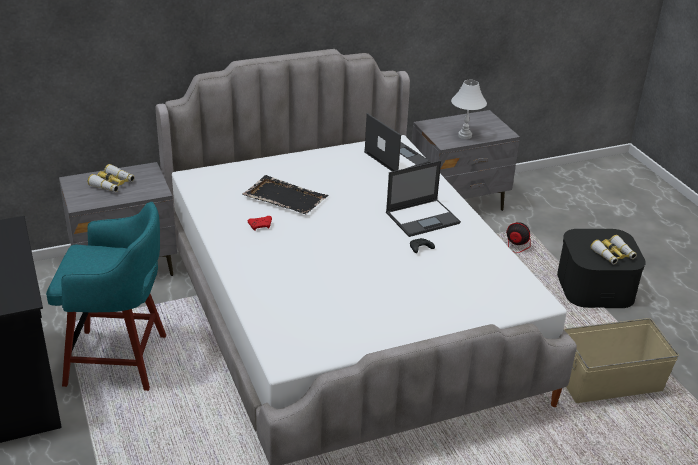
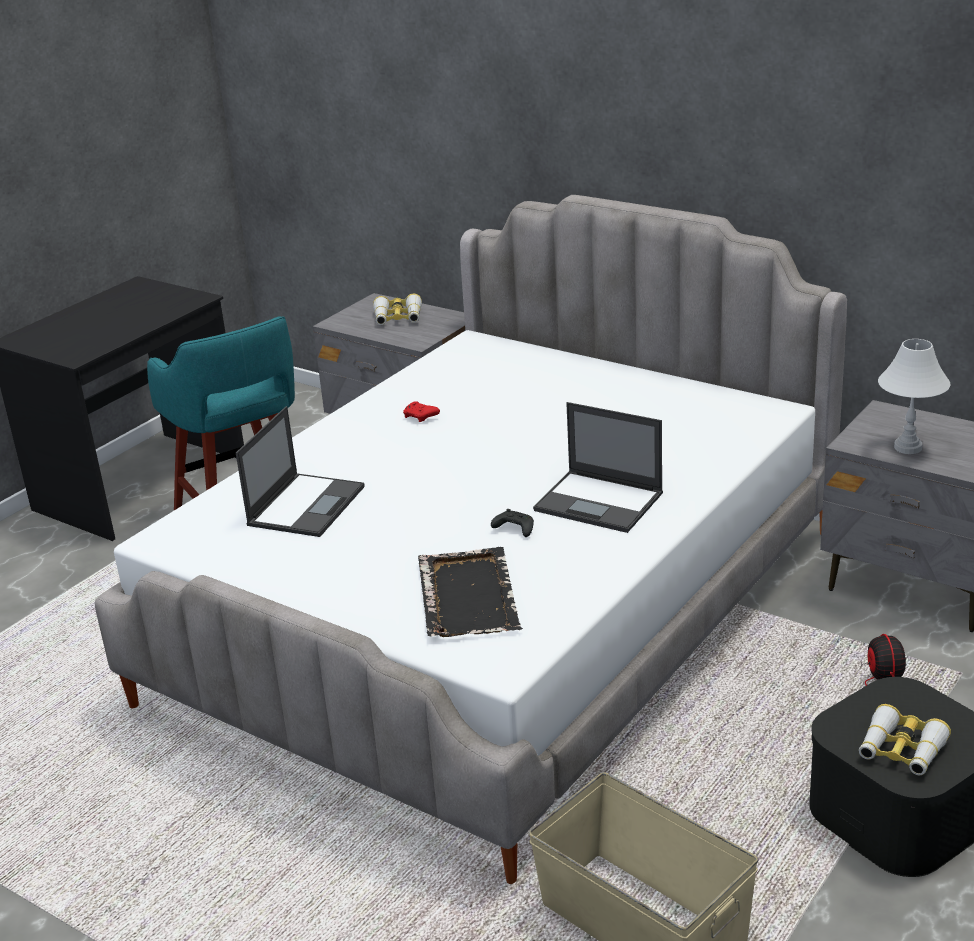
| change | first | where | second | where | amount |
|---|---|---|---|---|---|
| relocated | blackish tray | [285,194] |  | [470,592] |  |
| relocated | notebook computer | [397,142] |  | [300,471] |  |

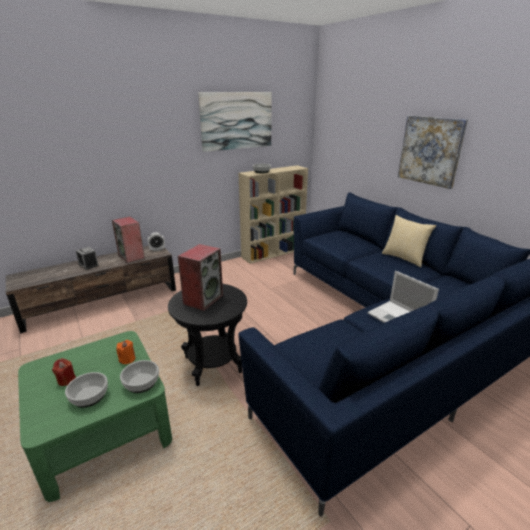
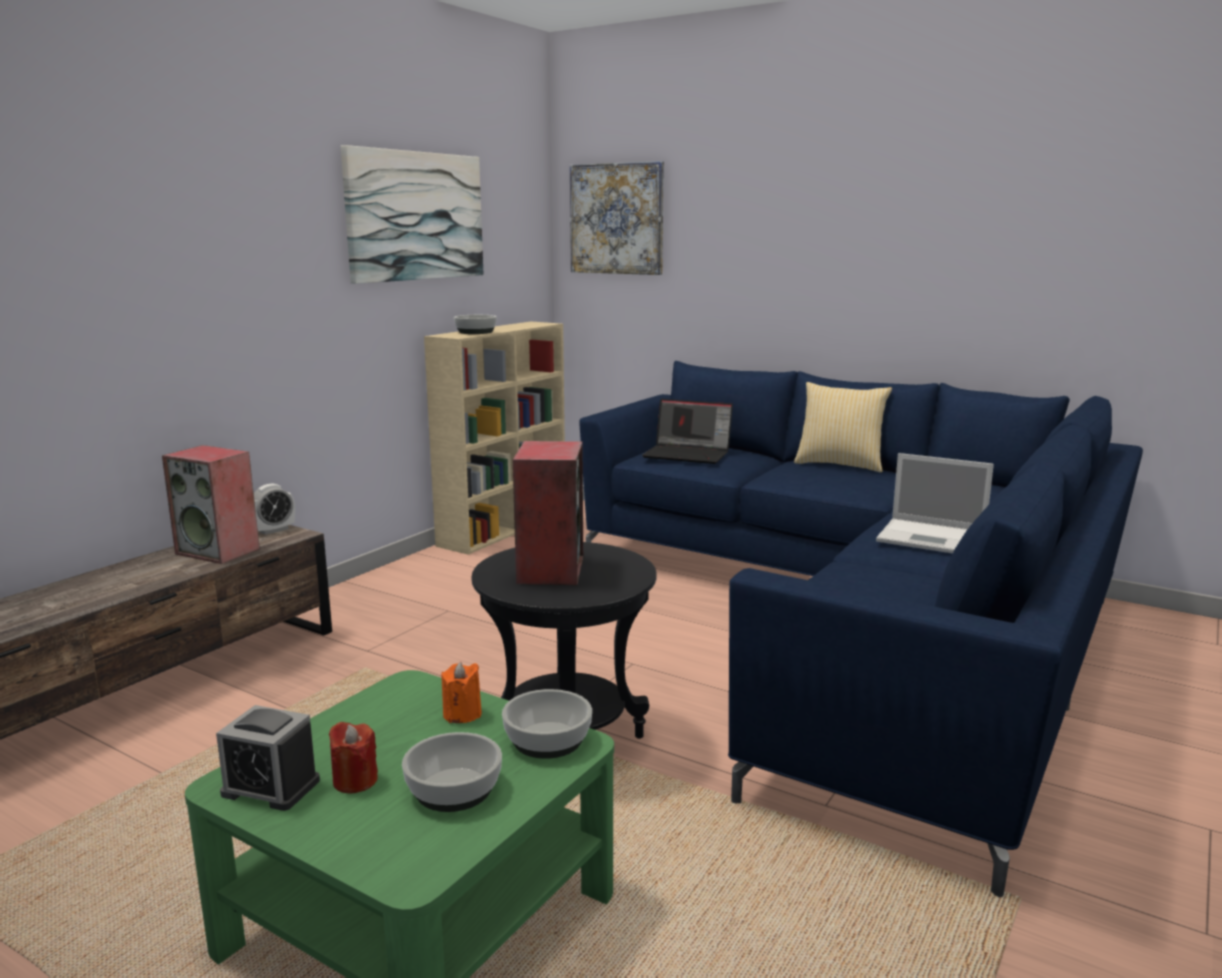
| change | first | where | second | where | amount |
|---|---|---|---|---|---|
| appeared |  |  | notebook computer | [687,431] |  |
| relocated | table clock | [87,258] |  | [268,758] |  |
| relocated | picture | [433,152] |  | [617,218] |  |

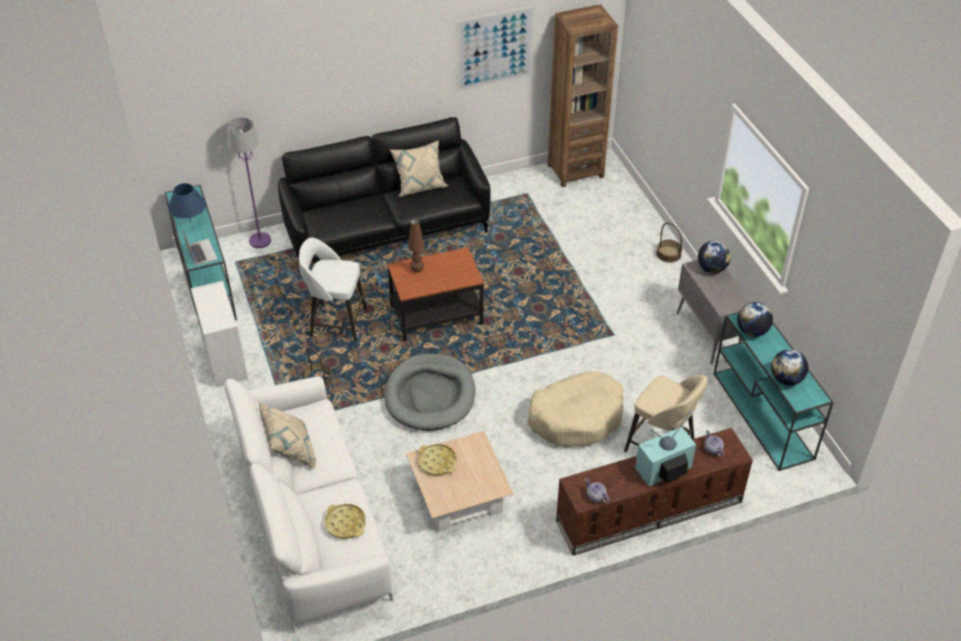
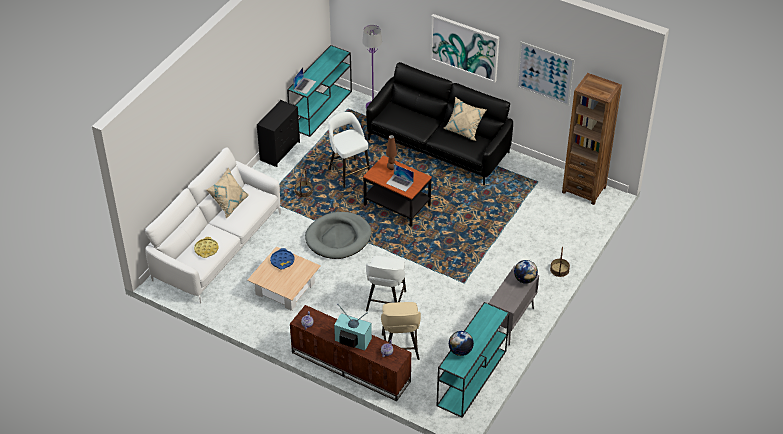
| change | first | where | second | where | amount |
|---|---|---|---|---|---|
| missing | bluish lamp for a table | [187,202] |  |  |  |
| missing | globe | [755,319] |  |  |  |
| appeared |  |  | notebook computer | [400,178] |  |
| appeared |  |  | picture | [464,48] |  |
| exchanged | sand-coloured dog bed | [575,409] | white-coloured stool | [386,283] |  |
| colour | white-coloured chest of drawers | [219,334] | blackish chest of drawers | [278,133] |  |
| colour | yellow-coloured tray | [437,459] | bluish tray | [282,258] |  |

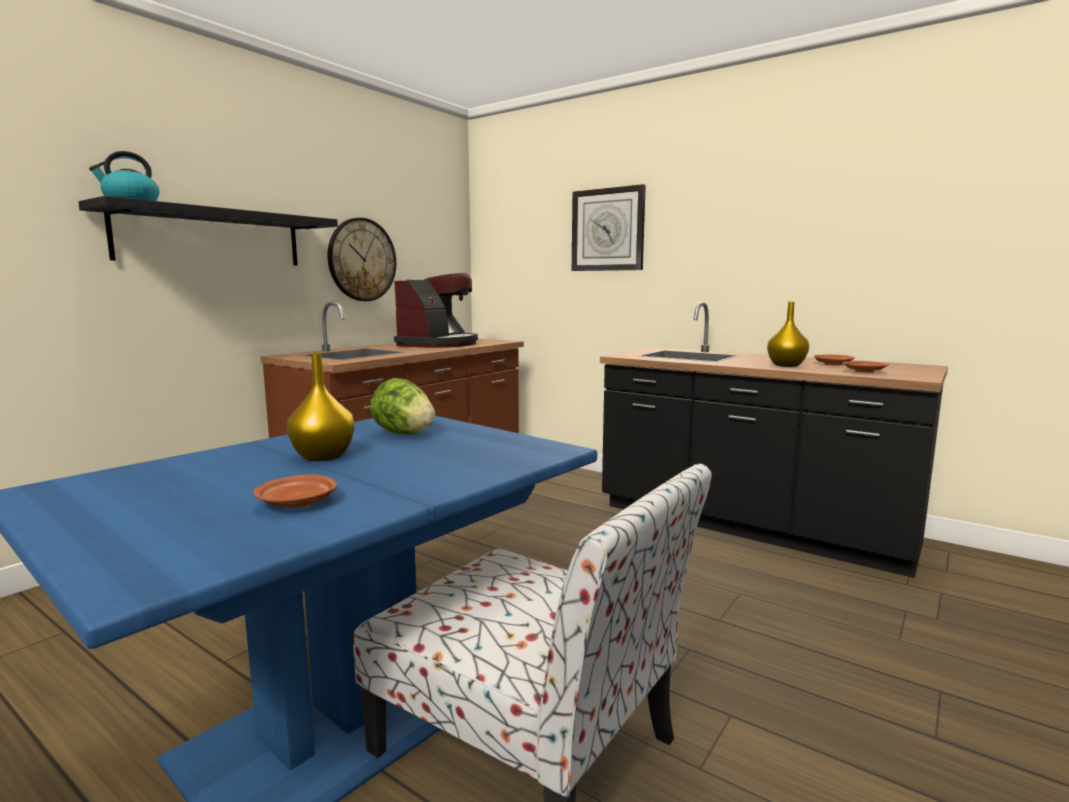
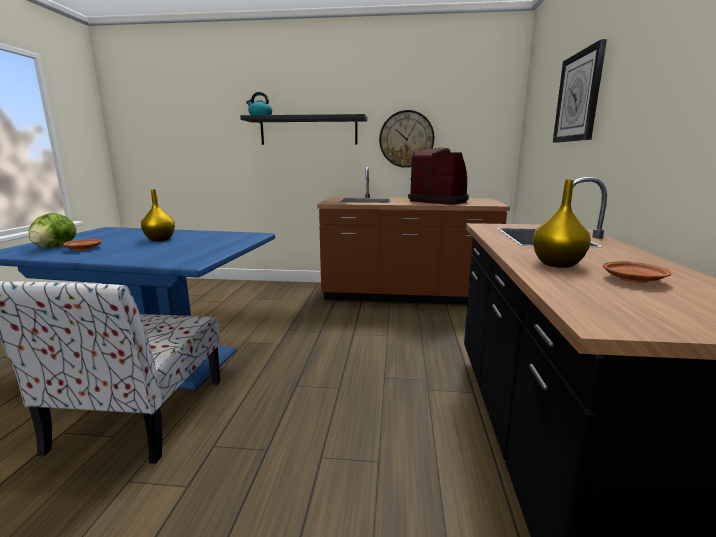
| change | first | where | second | where | amount |
|---|---|---|---|---|---|
| missing | brownish dinner plate | [866,367] |  |  |  |
| relocated | lettuce head | [402,406] |  | [52,230] |  |
| spun | coffee brewer | [436,310] |  | [438,176] | 135 degrees counterclockwise |

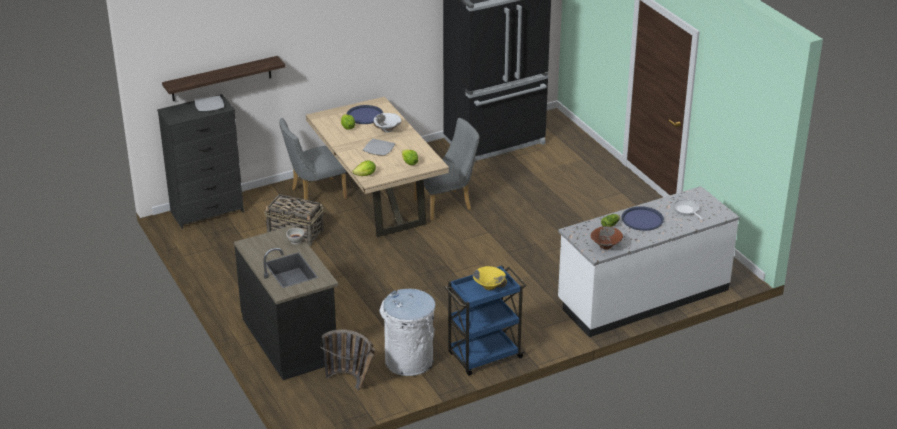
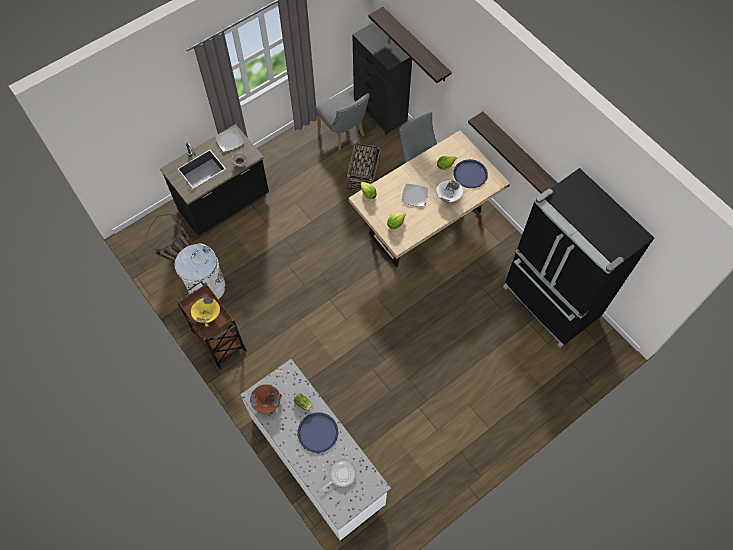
| change | first | where | second | where | amount |
|---|---|---|---|---|---|
| appeared |  |  | bracket shelf | [513,152] |  |
| relocated | dinner plate | [209,104] |  | [229,140] |  |
| relocated | grey upright chair | [447,169] |  | [342,120] |  |
| colour | bluish cart | [485,320] | brownish cart | [212,325] |  |

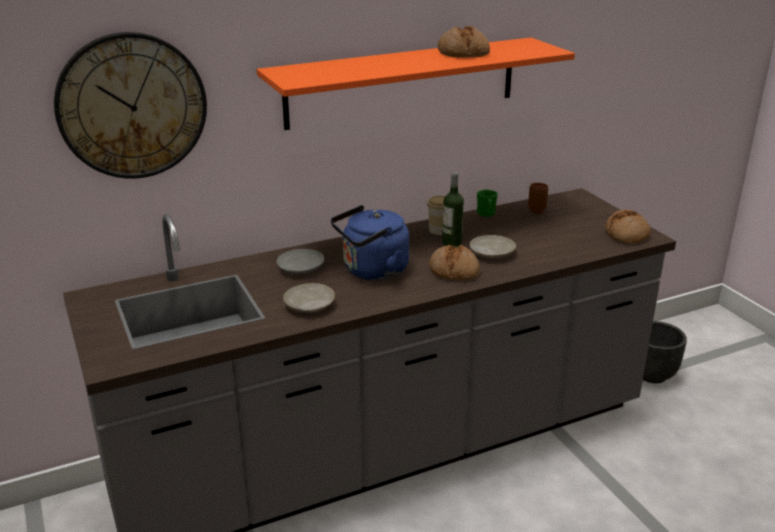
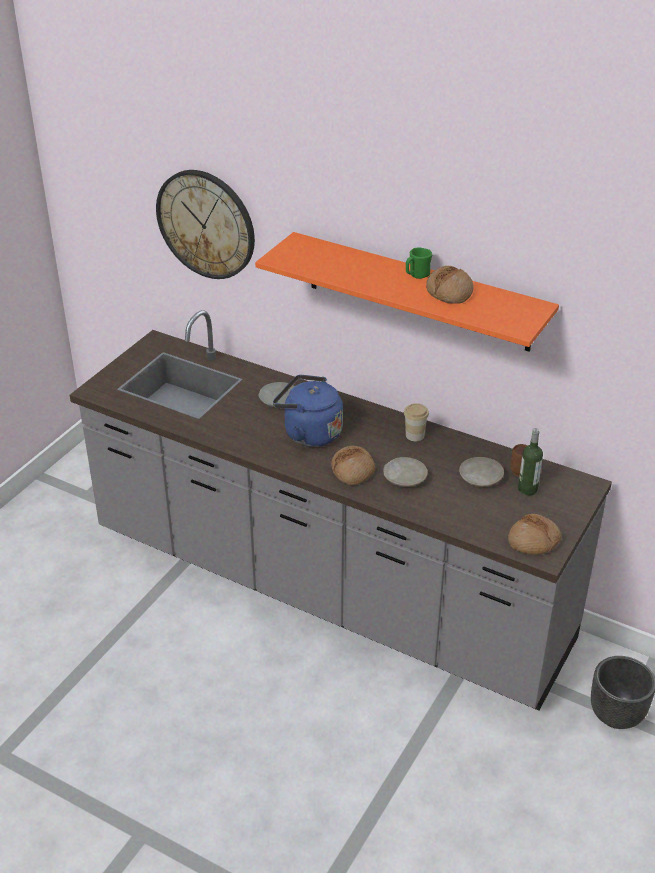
| change | first | where | second | where | amount |
|---|---|---|---|---|---|
| relocated | sand-coloured dinner plate | [309,298] |  | [481,472] |  |
| relocated | bottle | [453,209] |  | [530,462] |  |
| relocated | greenish coffee mug | [487,203] |  | [419,263] |  |

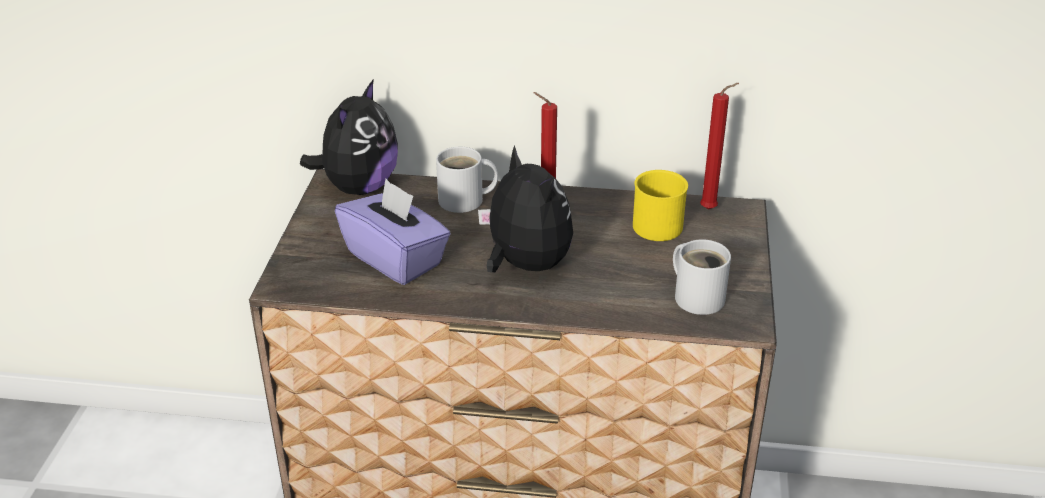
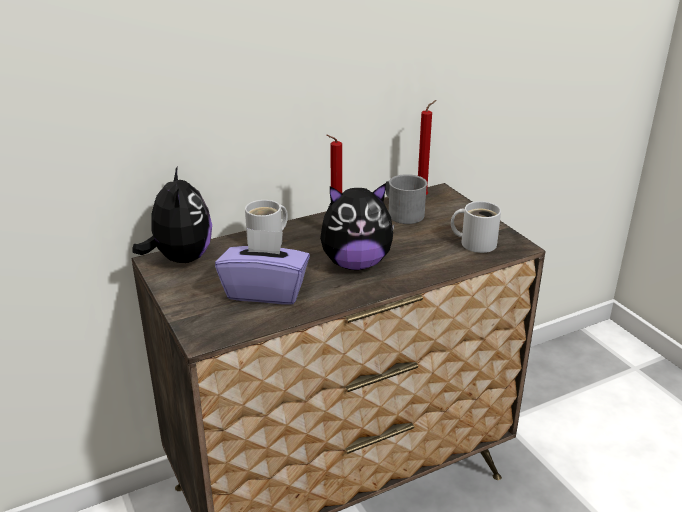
| change | first | where | second | where | amount |
|---|---|---|---|---|---|
| colour | yellow-coloured coffee mug | [660,205] | grey coffee mug | [406,199] |  |
| spun | plush toy | [525,209] |  | [357,226] | 150 degrees clockwise |

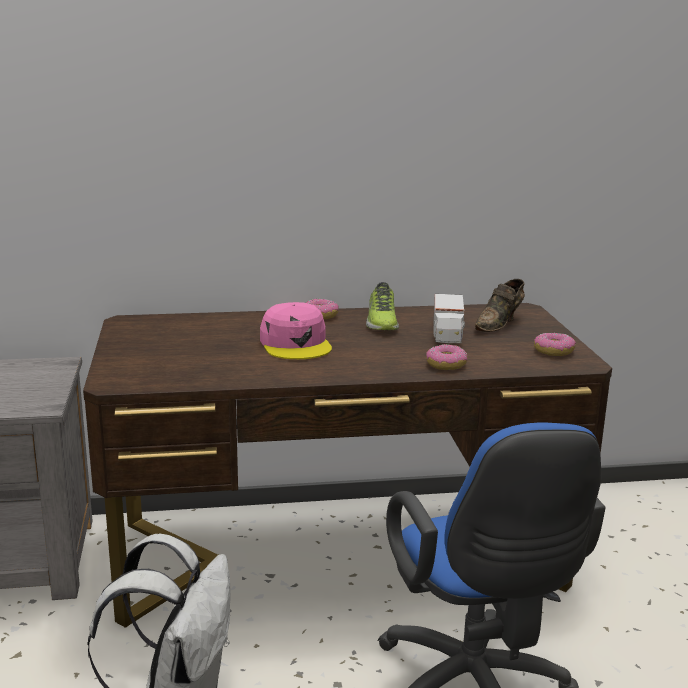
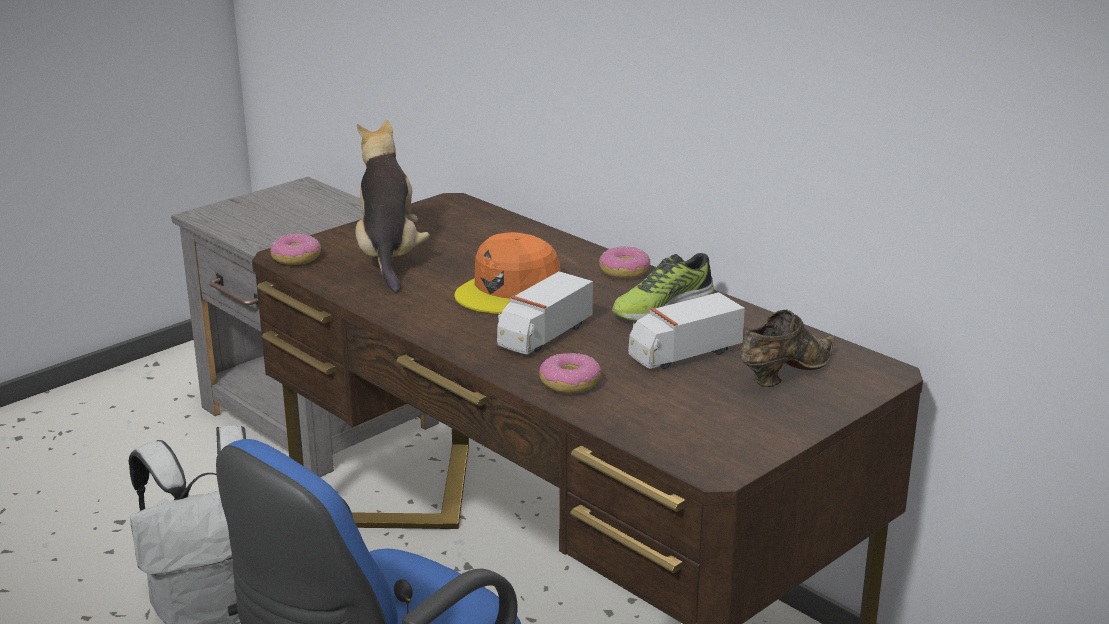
| change | first | where | second | where | amount |
|---|---|---|---|---|---|
| appeared |  |  | plush toy | [392,206] |  |
| appeared |  |  | toy truck | [545,313] |  |
| relocated | ring doughnut | [555,344] |  | [295,249] |  |
| colour | pink-coloured cap | [296,330] | orange cap | [508,273] |  |
| spun | brownish low shoe | [500,305] |  | [787,348] | 135 degrees clockwise |

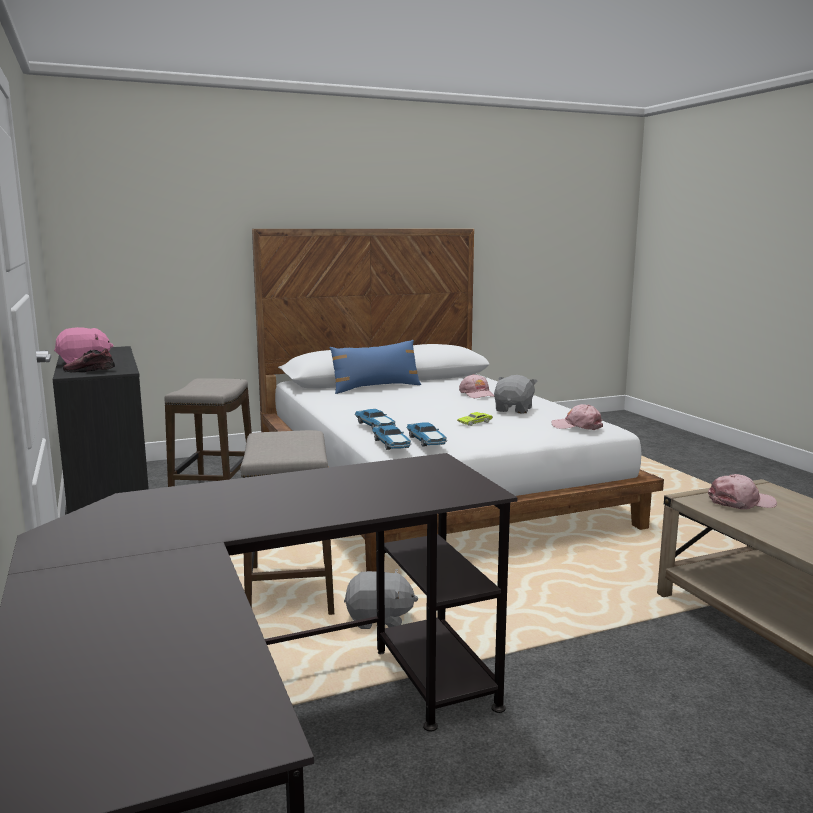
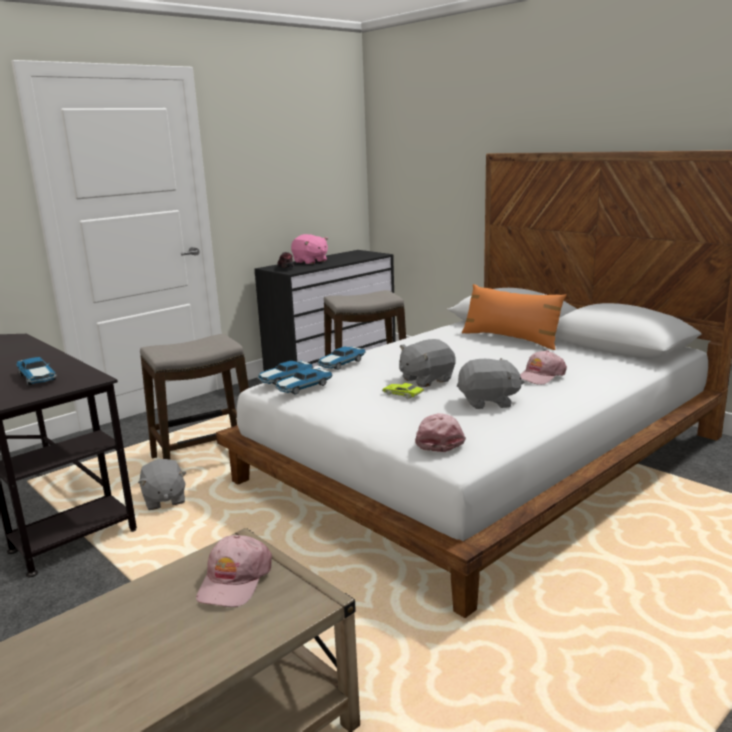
| change | first | where | second | where | amount |
|---|---|---|---|---|---|
| appeared |  |  | toy car | [36,371] |  |
| appeared |  |  | grey plush toy | [427,363] |  |
| colour | bluish pillow | [375,367] | orange pillow | [514,317] |  |
| spun | pink-coloured cap | [742,492] |  | [234,571] | 45 degrees clockwise |

